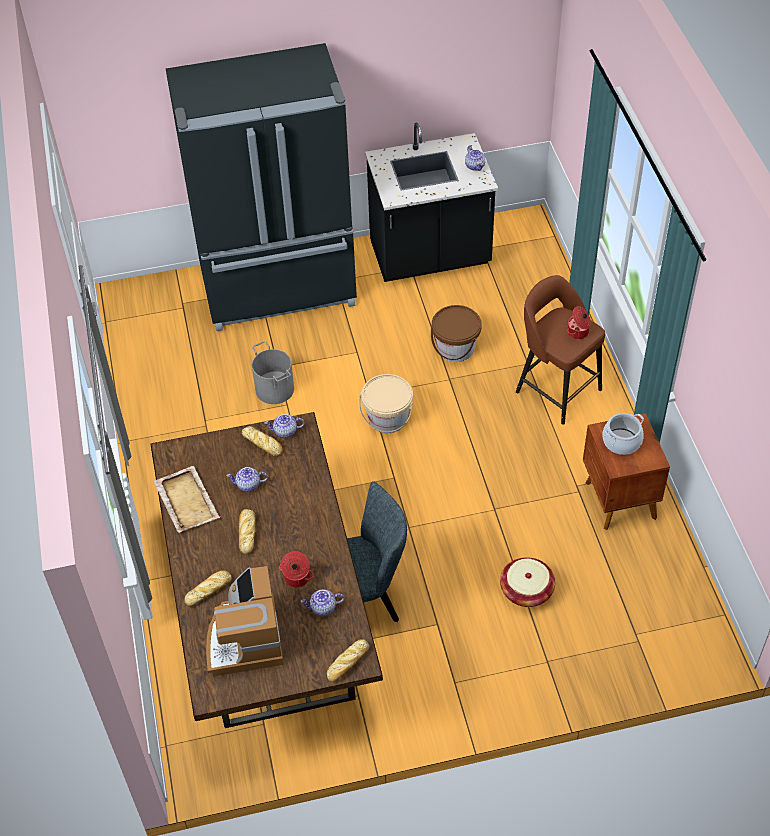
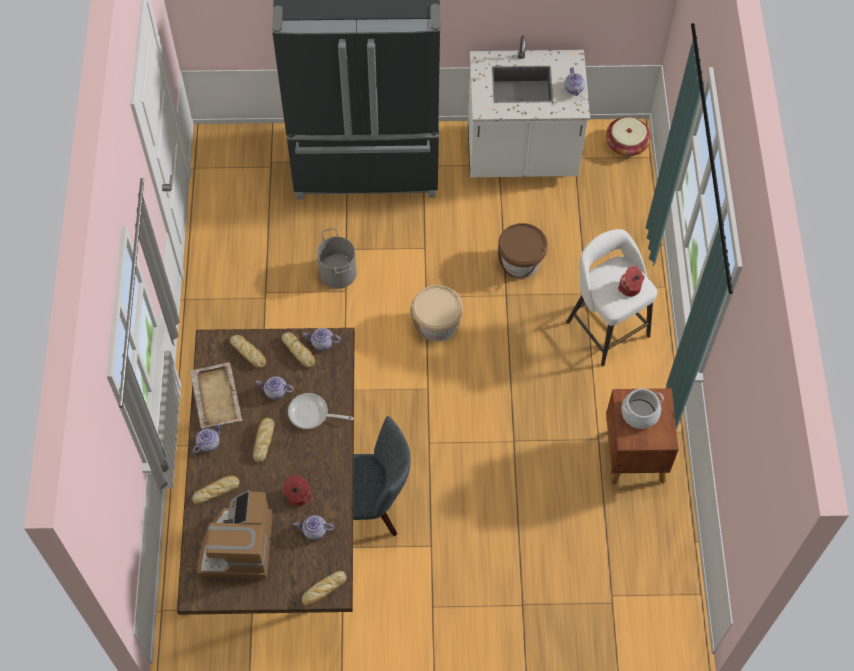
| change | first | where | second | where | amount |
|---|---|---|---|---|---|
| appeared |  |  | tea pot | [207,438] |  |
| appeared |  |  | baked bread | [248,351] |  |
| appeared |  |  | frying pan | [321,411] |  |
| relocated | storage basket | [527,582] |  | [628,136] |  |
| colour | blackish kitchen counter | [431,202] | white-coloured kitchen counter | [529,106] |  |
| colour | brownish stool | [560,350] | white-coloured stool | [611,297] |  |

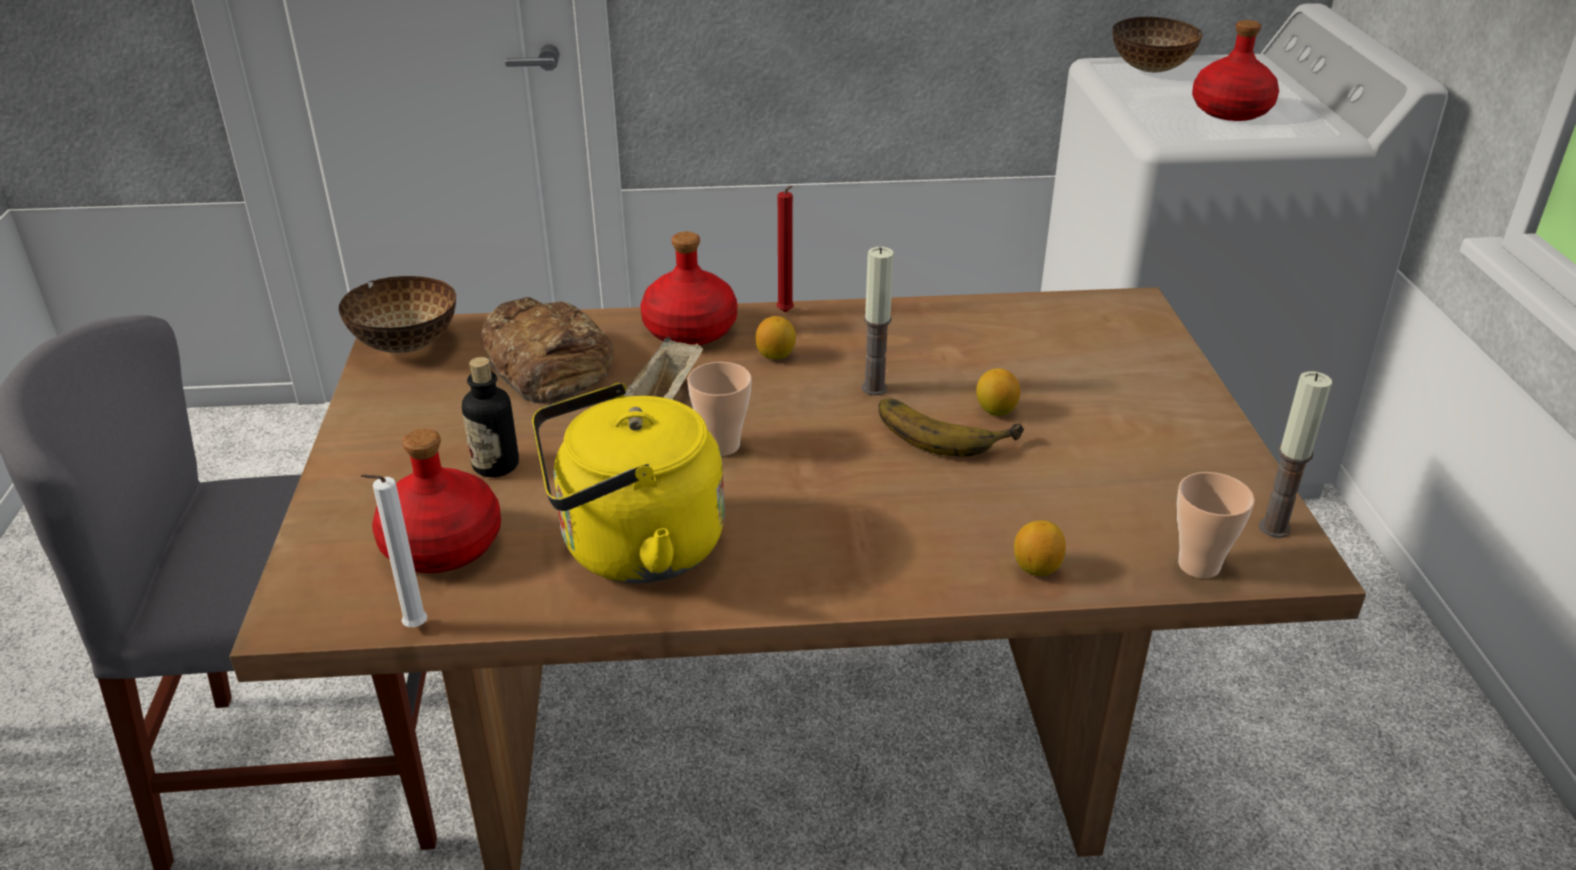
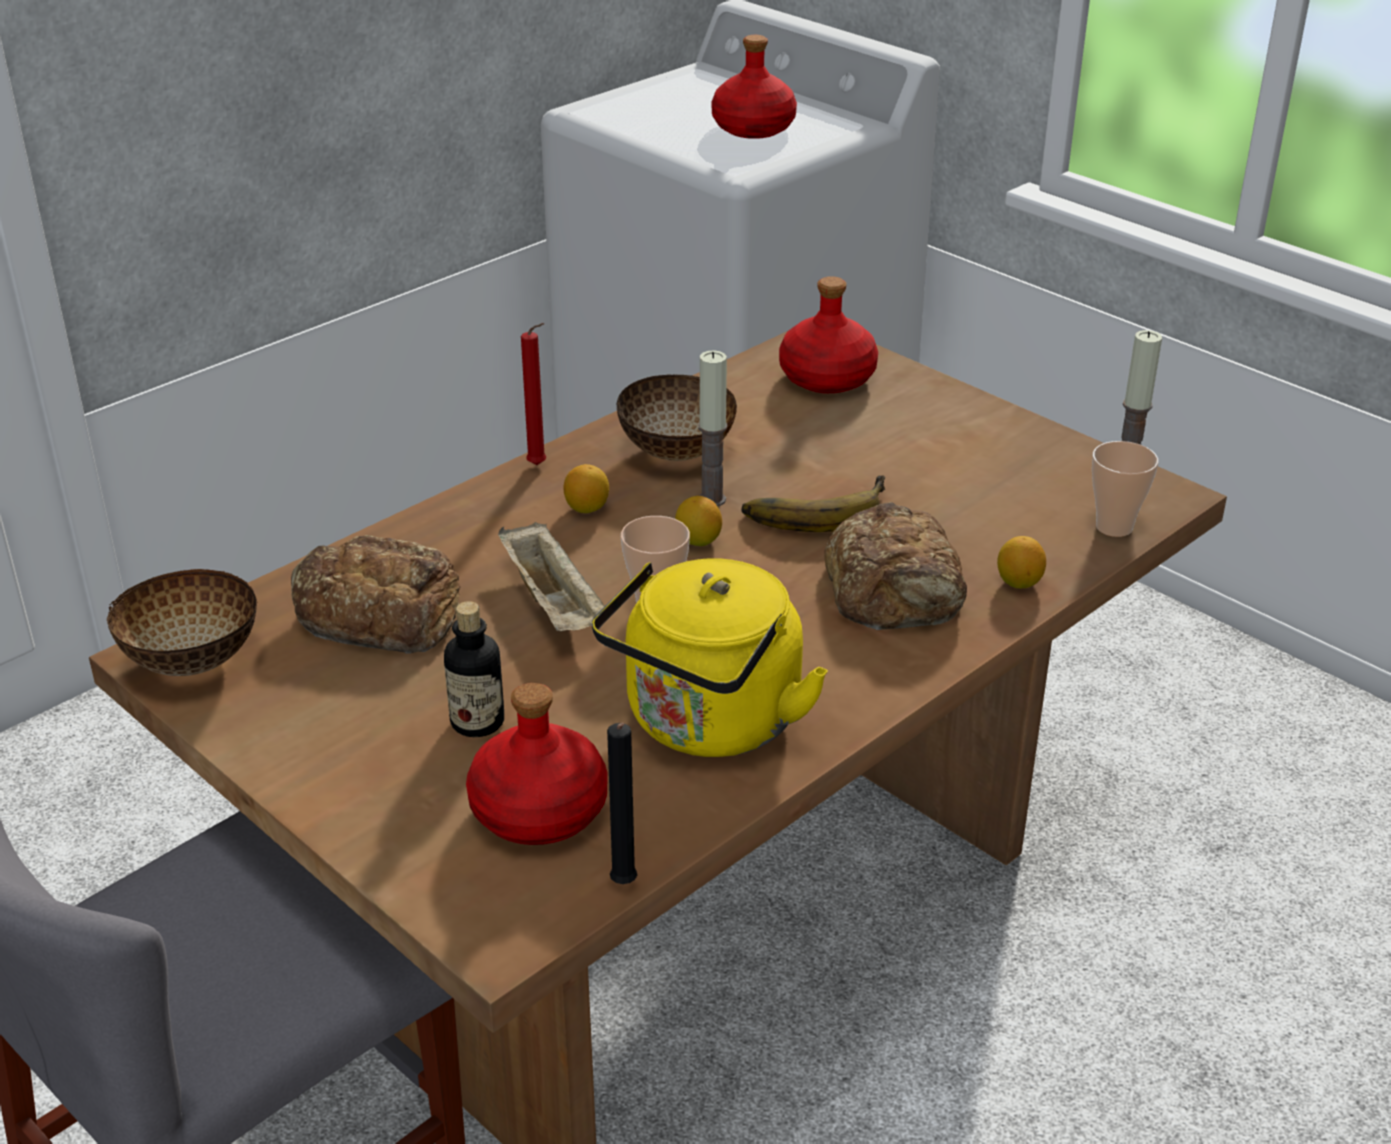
| change | first | where | second | where | amount |
|---|---|---|---|---|---|
| appeared |  |  | baked bread | [895,566] |  |
| relocated | red bottle | [689,288] |  | [828,335] |  |
| relocated | citrus fruit | [998,392] |  | [698,521] |  |
| relocated | bowl | [1157,45] |  | [677,418] |  |
| colour | white-coloured wax light | [394,550] | blackish wax light | [622,803] |  |

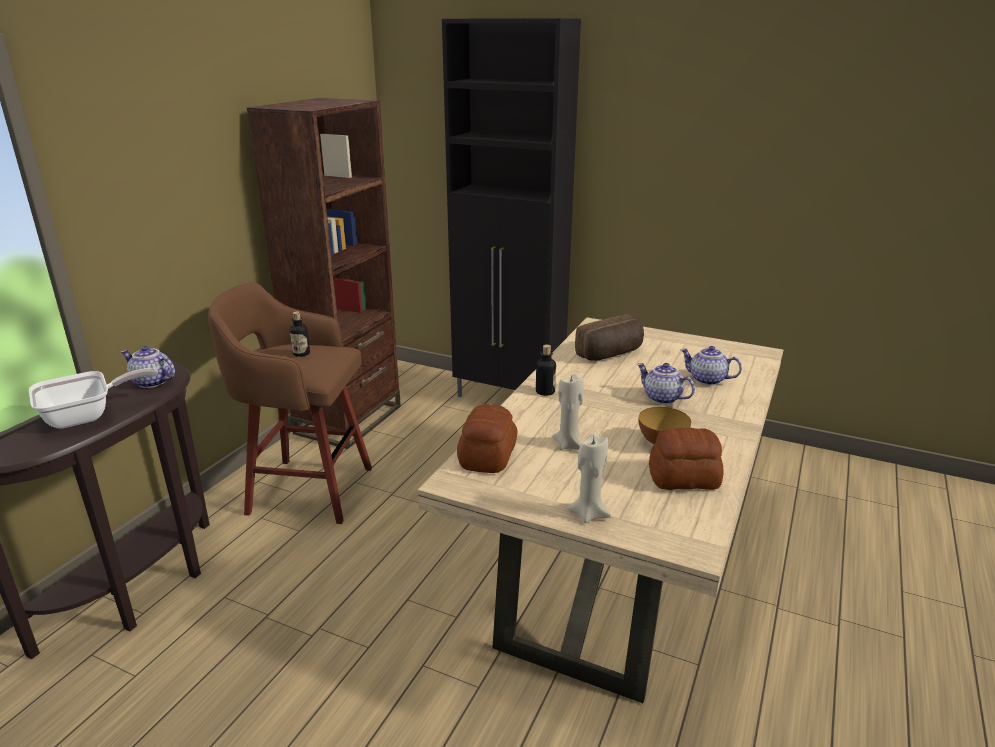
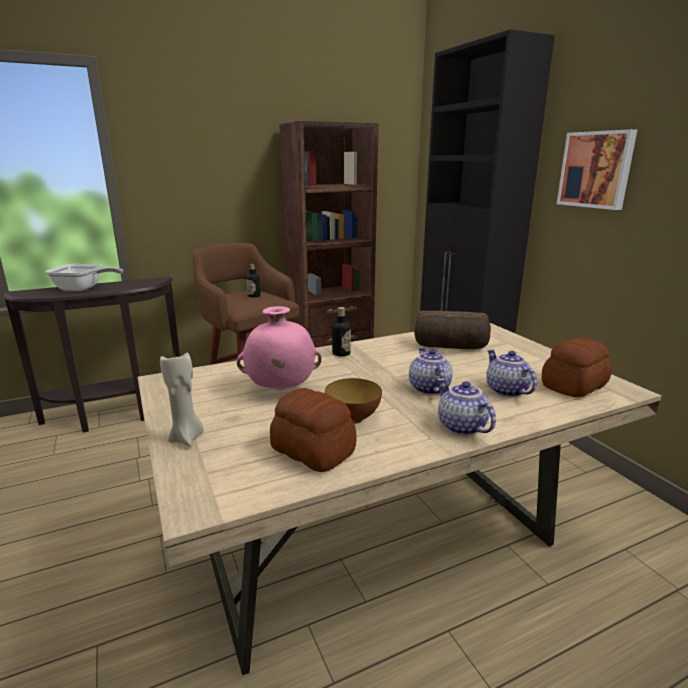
| change | first | where | second | where | amount |
|---|---|---|---|---|---|
| appeared |  |  | picture | [597,169] |  |
| relocated | tea pot | [148,367] |  | [467,406] |  |
| relocated | baked bread | [487,438] |  | [577,367] |  |
| exchanged | sand-coloured wax light | [568,411] | pink-coloured vase | [279,348] |  |

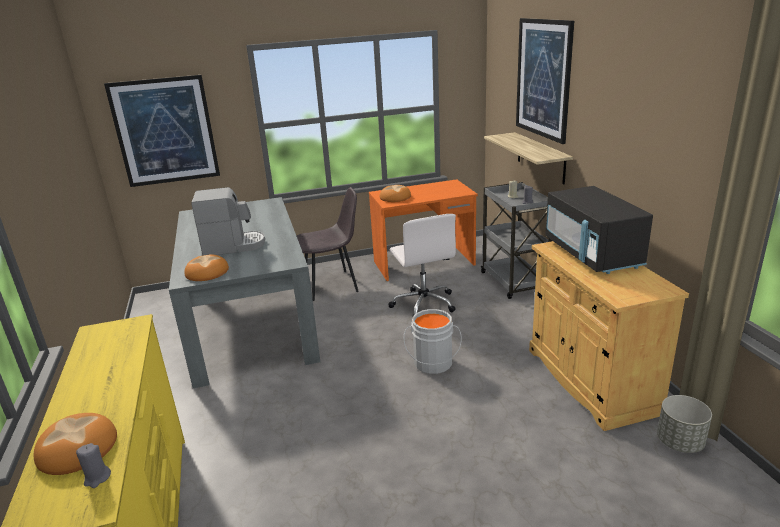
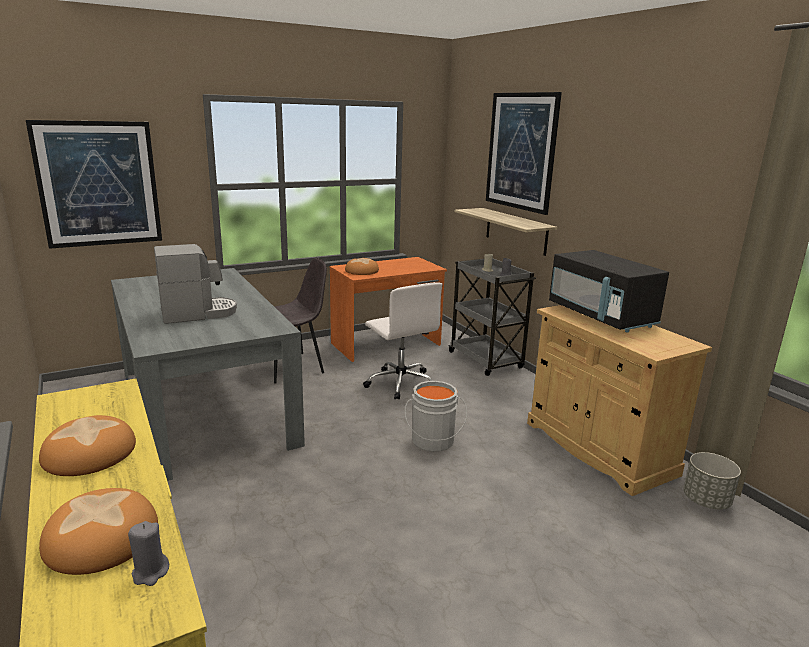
| change | first | where | second | where | amount |
|---|---|---|---|---|---|
| relocated | baked bread | [206,267] |  | [87,445] |  |

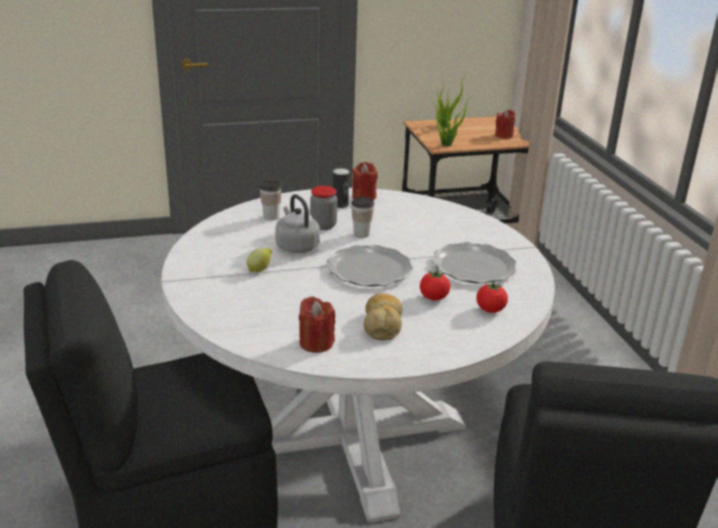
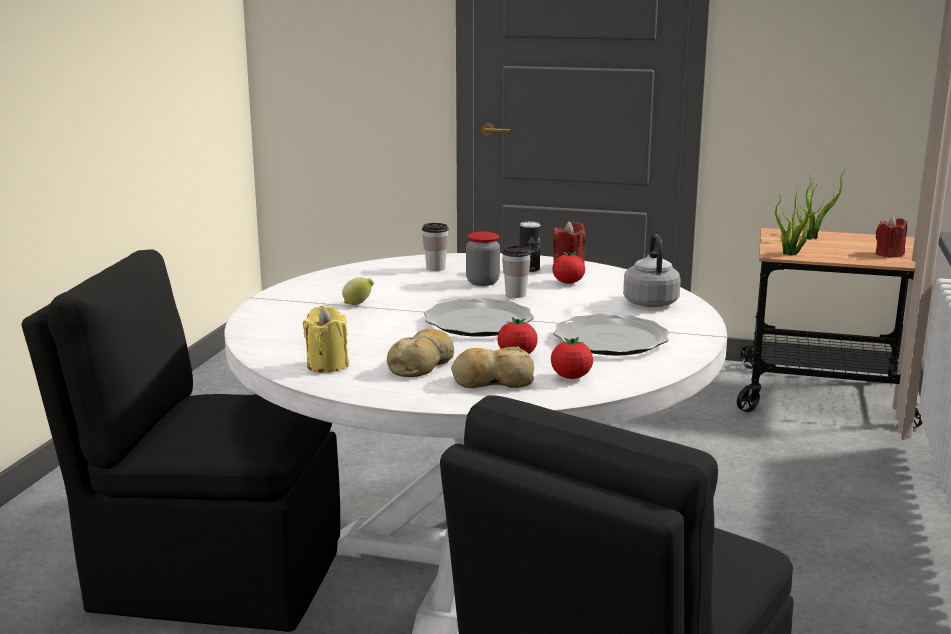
| change | first | where | second | where | amount |
|---|---|---|---|---|---|
| appeared |  |  | baked bread | [492,367] |  |
| appeared |  |  | tomato | [568,267] |  |
| relocated | grey tea kettle | [297,223] |  | [652,270] |  |
| colour | red wax light | [317,324] | yellow-coloured wax light | [326,339] |  |

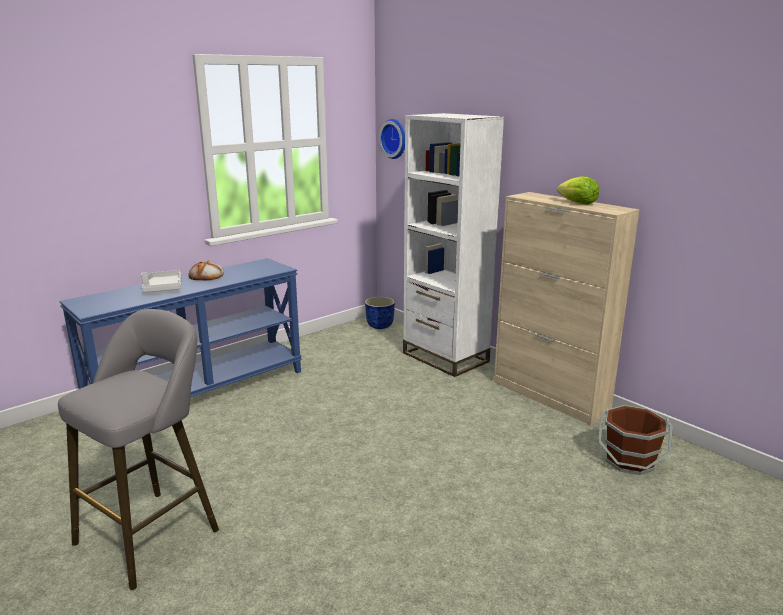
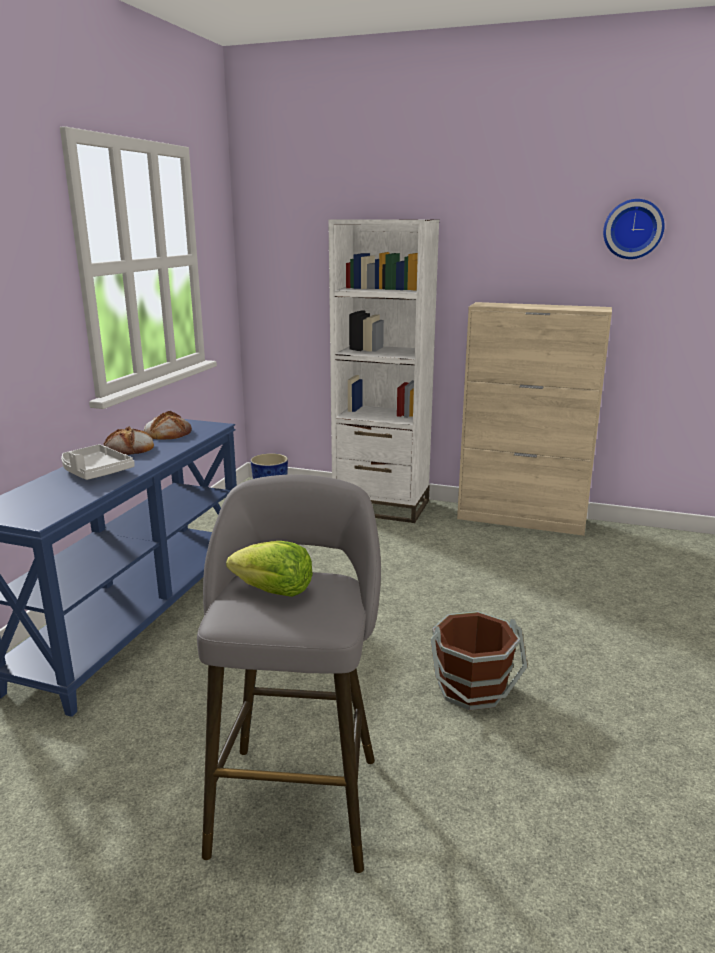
| change | first | where | second | where | amount |
|---|---|---|---|---|---|
| appeared |  |  | baked bread | [168,425] |  |
| relocated | wall clock | [392,139] |  | [634,229] |  |
| relocated | lettuce head | [578,190] |  | [269,569] |  |
| relocated | brownish pail | [635,440] |  | [479,660] |  |

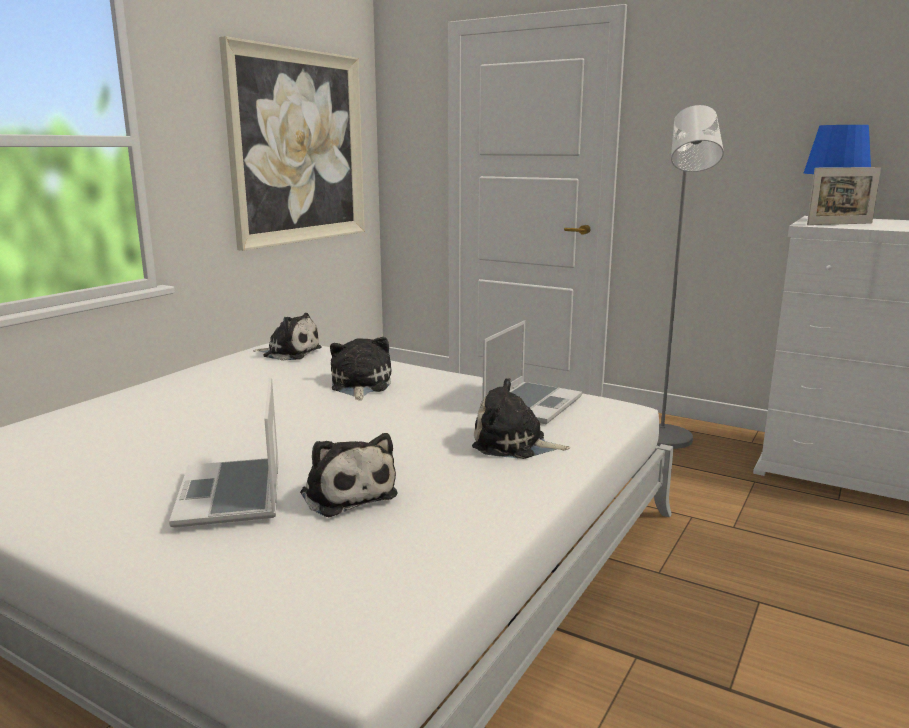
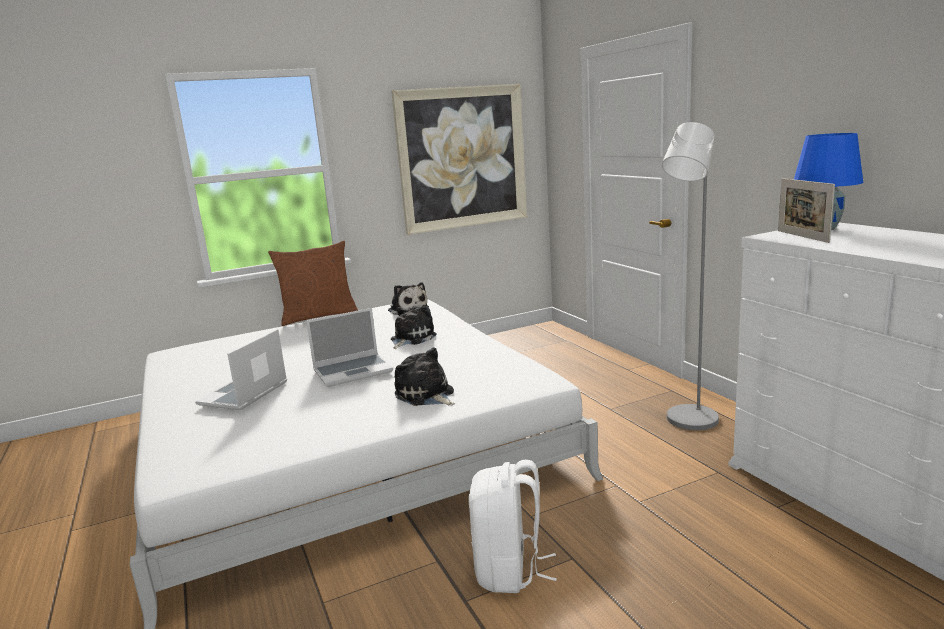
| change | first | where | second | where | amount |
|---|---|---|---|---|---|
| missing | plush toy | [349,475] |  |  |  |
| appeared |  |  | brownish pillow | [313,283] |  |
| appeared |  |  | white-coloured knapsack | [513,526] |  |
| relocated | notebook computer | [532,372] |  | [349,347] |  |
| spun | picture frame | [844,196] |  | [806,210] | 60 degrees clockwise |

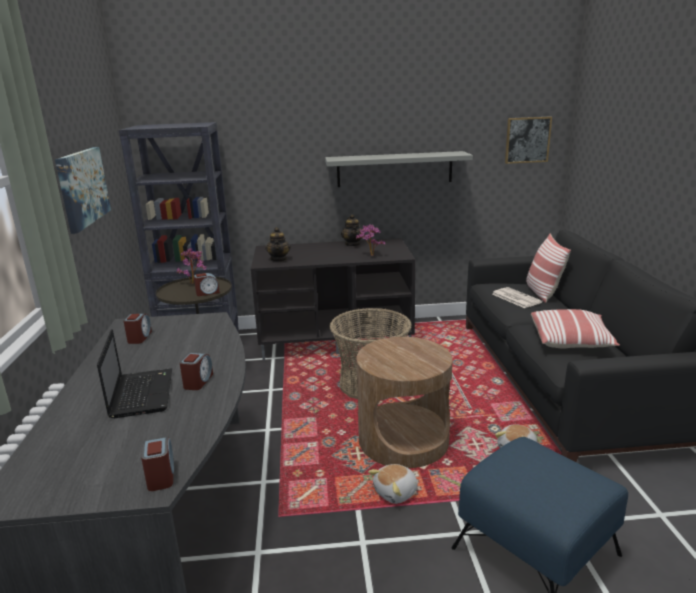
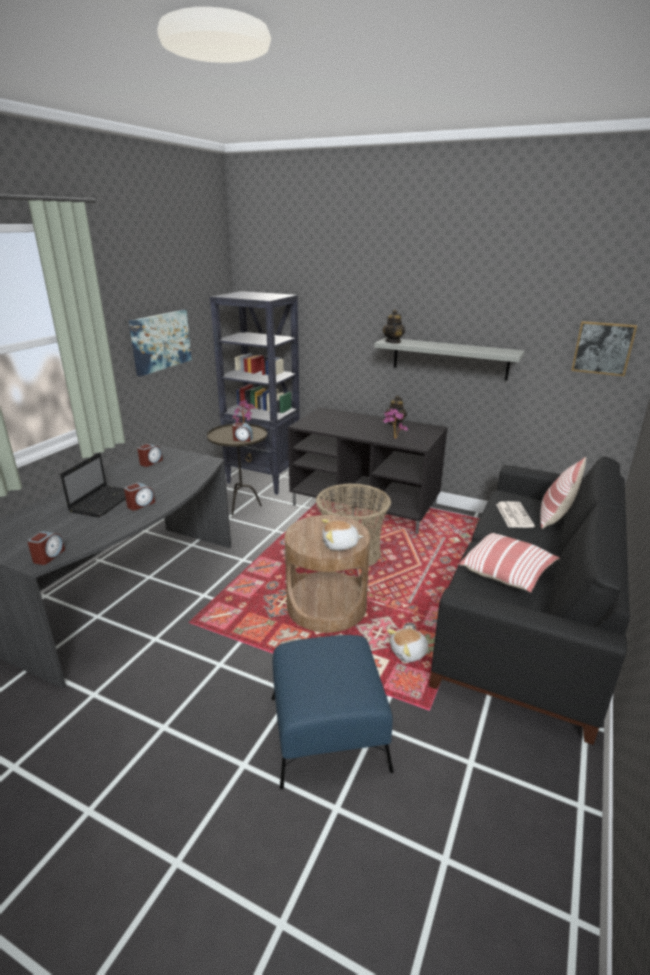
| change | first | where | second | where | amount |
|---|---|---|---|---|---|
| relocated | tea pot | [278,244] |  | [393,327] |  |
| relocated | plush toy | [393,484] |  | [342,534] |  |

